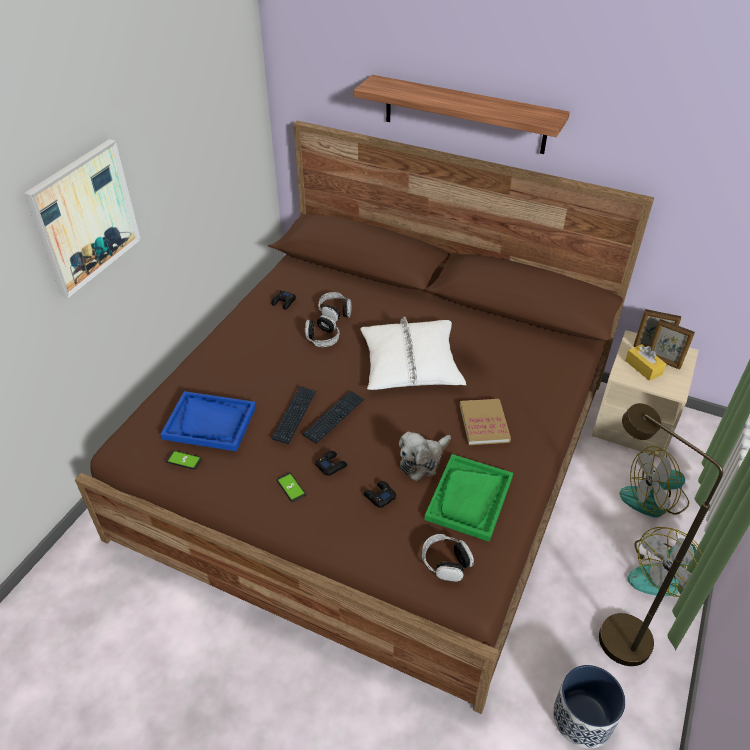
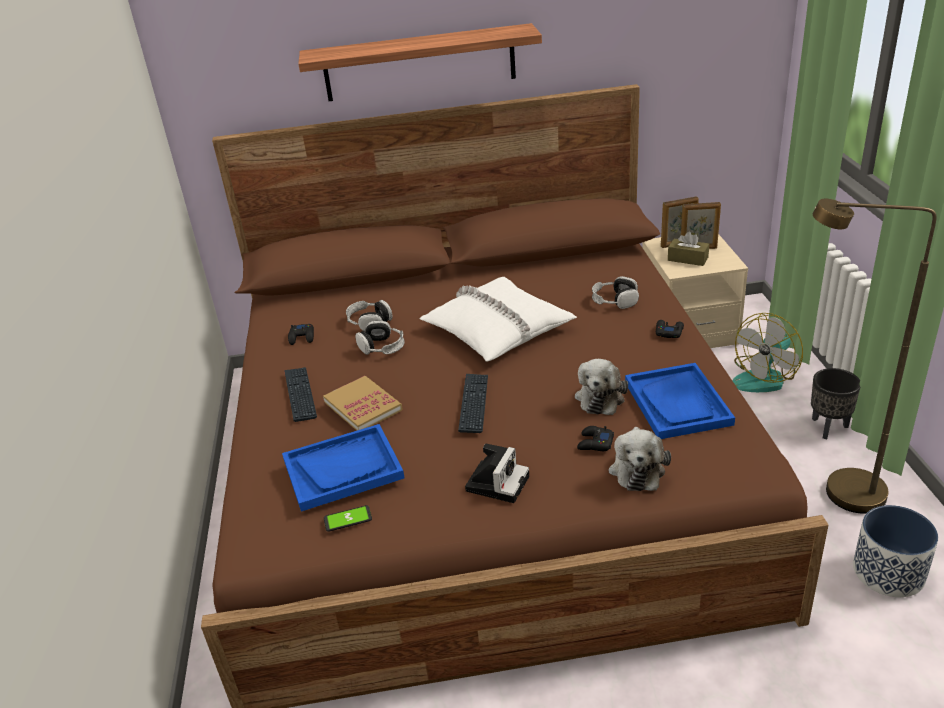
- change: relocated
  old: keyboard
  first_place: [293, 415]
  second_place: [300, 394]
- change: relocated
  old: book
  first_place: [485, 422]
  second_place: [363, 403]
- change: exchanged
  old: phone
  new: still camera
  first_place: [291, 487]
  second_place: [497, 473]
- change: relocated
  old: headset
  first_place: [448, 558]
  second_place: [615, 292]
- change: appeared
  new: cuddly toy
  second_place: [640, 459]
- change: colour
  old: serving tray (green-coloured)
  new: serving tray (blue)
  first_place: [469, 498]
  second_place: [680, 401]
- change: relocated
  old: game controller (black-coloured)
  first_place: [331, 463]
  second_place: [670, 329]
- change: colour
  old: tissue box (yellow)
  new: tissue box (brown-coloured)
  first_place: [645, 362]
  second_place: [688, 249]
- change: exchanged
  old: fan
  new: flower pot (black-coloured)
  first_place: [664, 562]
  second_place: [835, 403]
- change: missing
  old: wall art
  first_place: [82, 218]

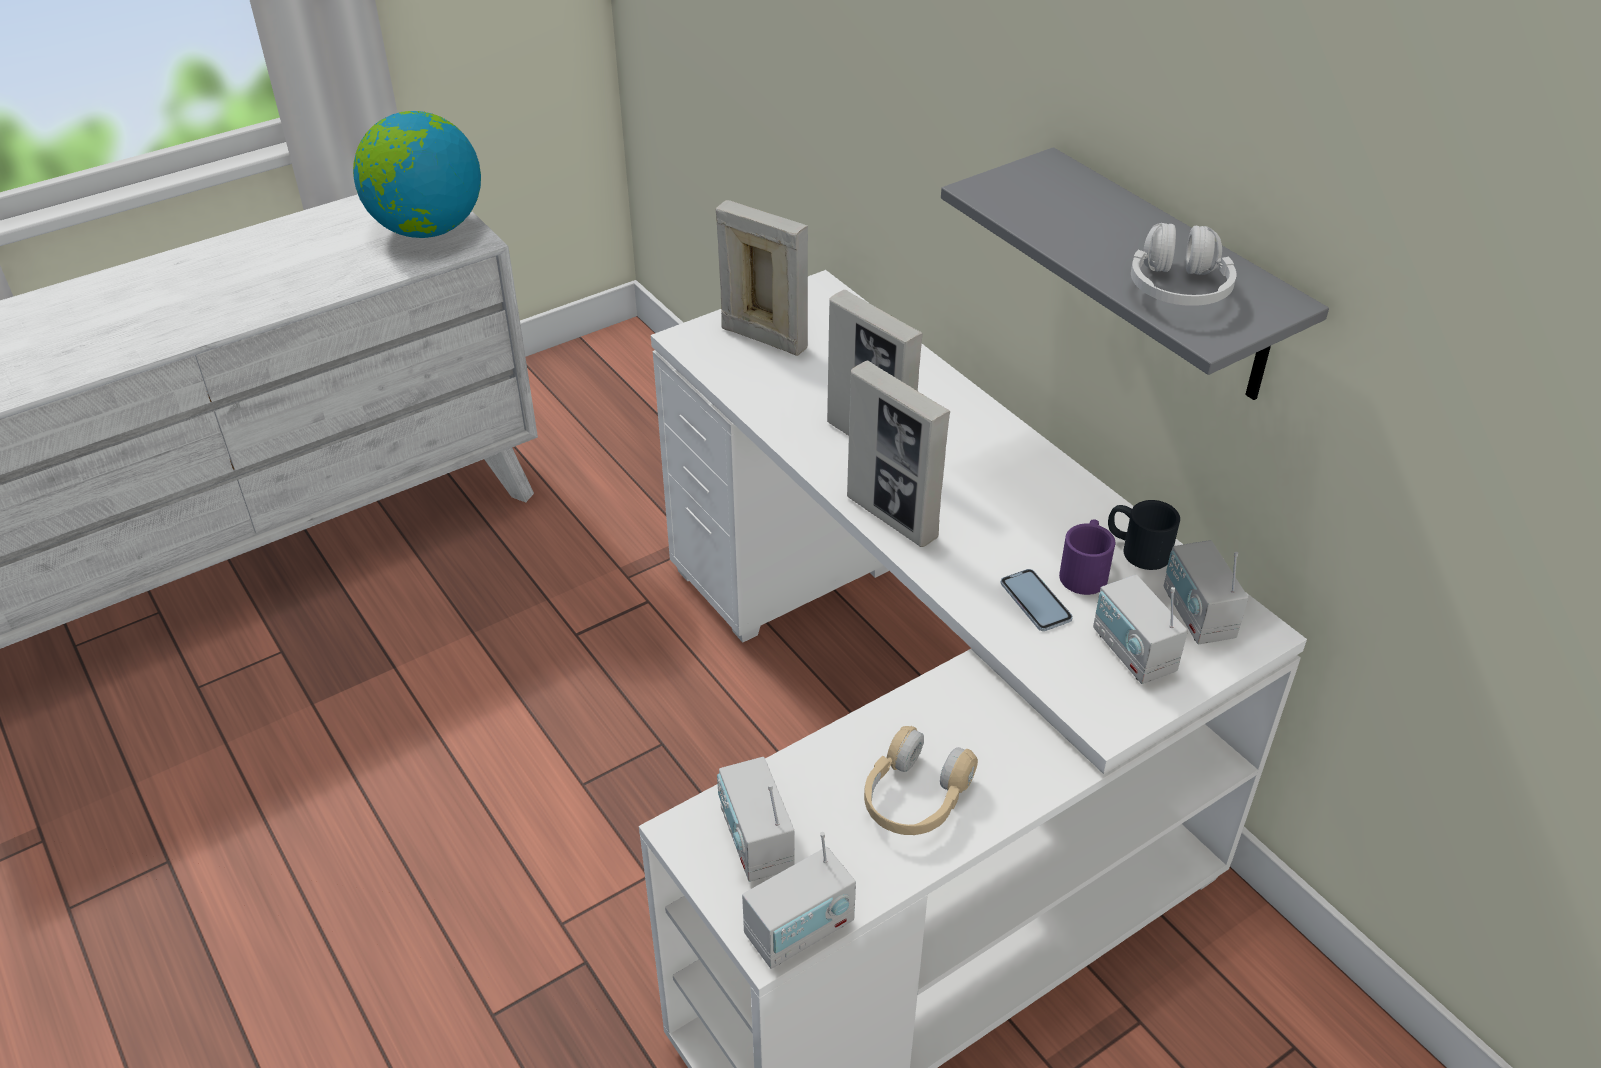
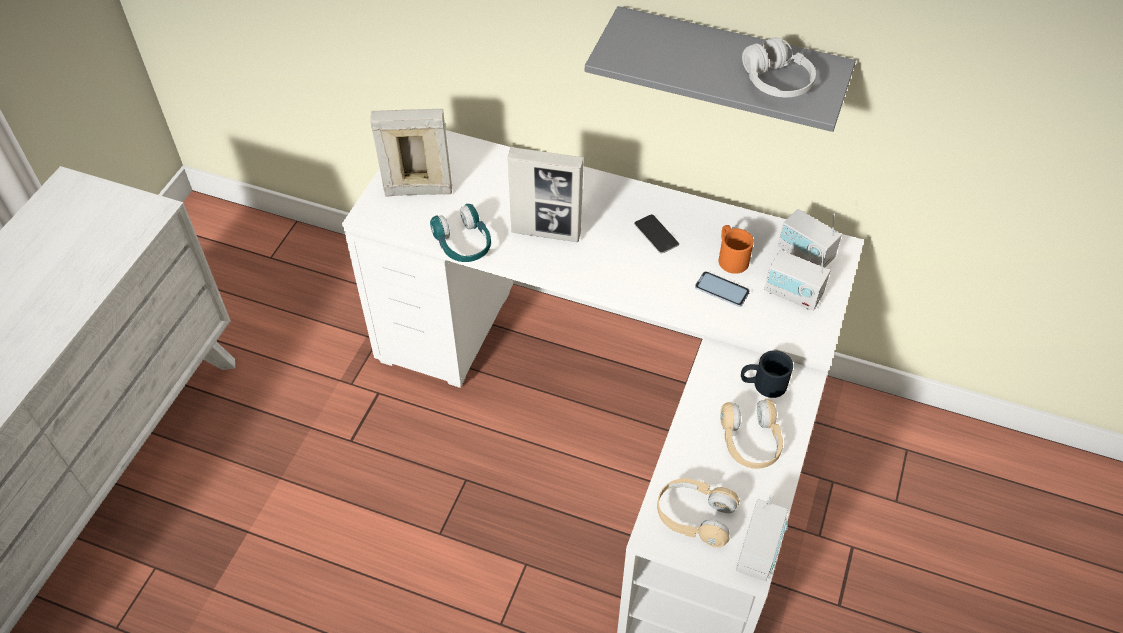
- change: appeared
  new: headset (blue-green)
  second_place: [460, 233]
- change: appeared
  new: phone
  second_place: [656, 234]
- change: exchanged
  old: radio receiver
  new: headset (beige)
  first_place: [756, 819]
  second_place: [698, 512]
- change: colour
  old: tea mug (purple-coloured)
  new: tea mug (orange)
  first_place: [1087, 557]
  second_place: [736, 249]
- change: relocated
  old: tea mug (black-coloured)
  first_place: [1144, 535]
  second_place: [767, 374]
- change: missing
  old: desk globe
  first_place: [417, 174]
- change: missing
  old: standing frame
  first_place: [898, 454]

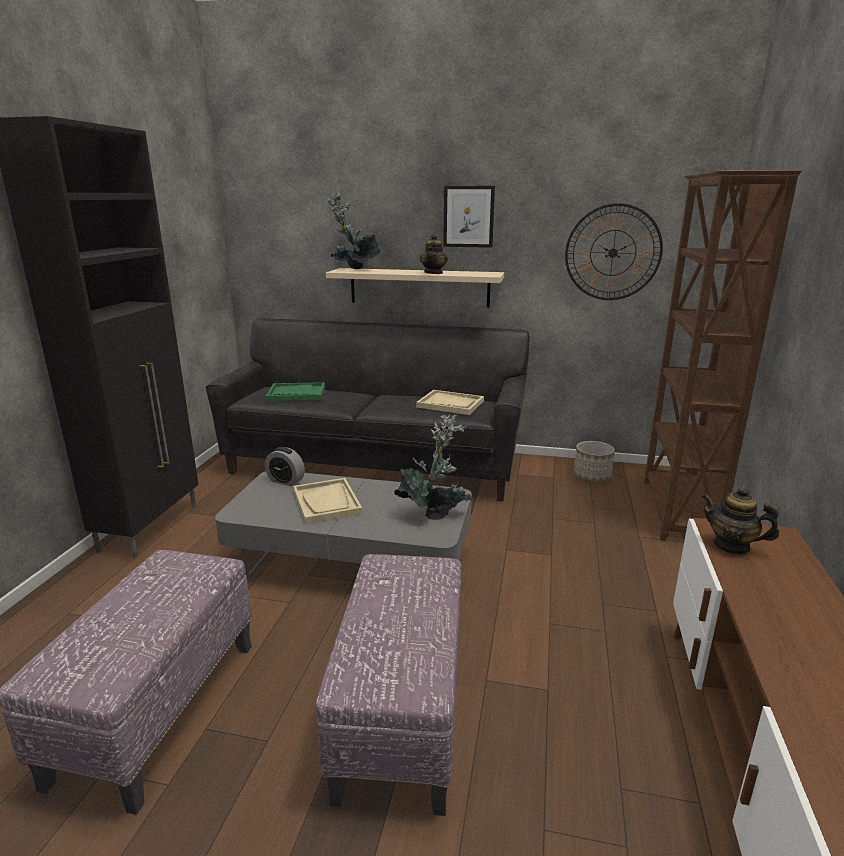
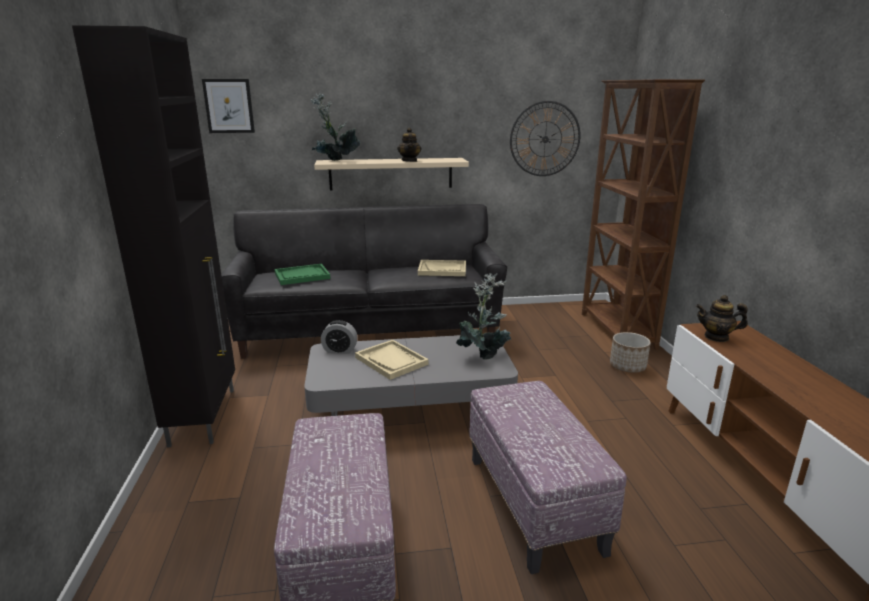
- change: relocated
  old: wall art
  first_place: [469, 217]
  second_place: [228, 106]
- change: relocated
  old: flower pot
  first_place: [594, 461]
  second_place: [630, 352]

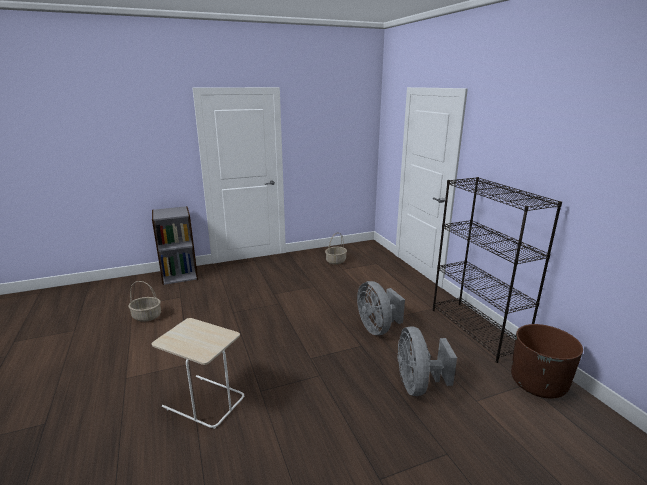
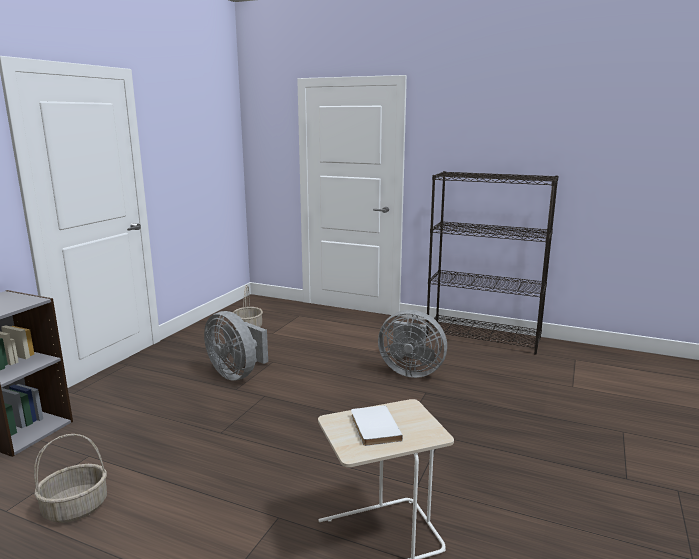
- change: relocated
  old: fan (grey)
  first_place: [427, 361]
  second_place: [236, 346]
- change: appeared
  new: book (white)
  second_place: [377, 425]
- change: missing
  old: flower pot (brown-coloured)
  first_place: [547, 361]

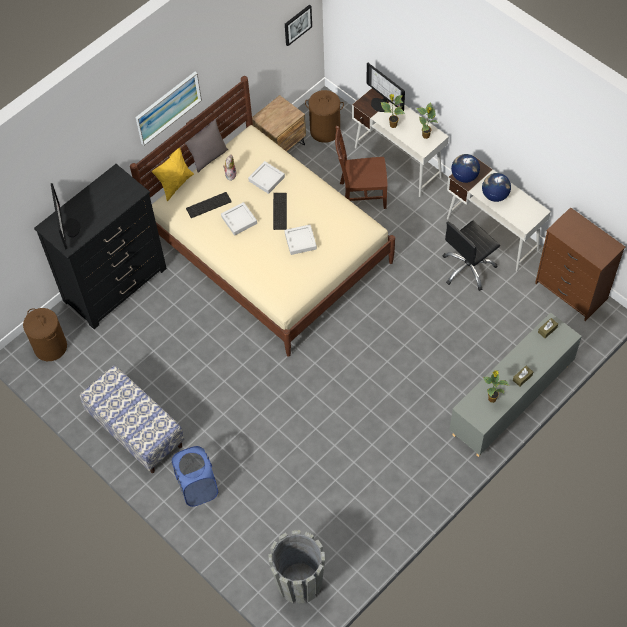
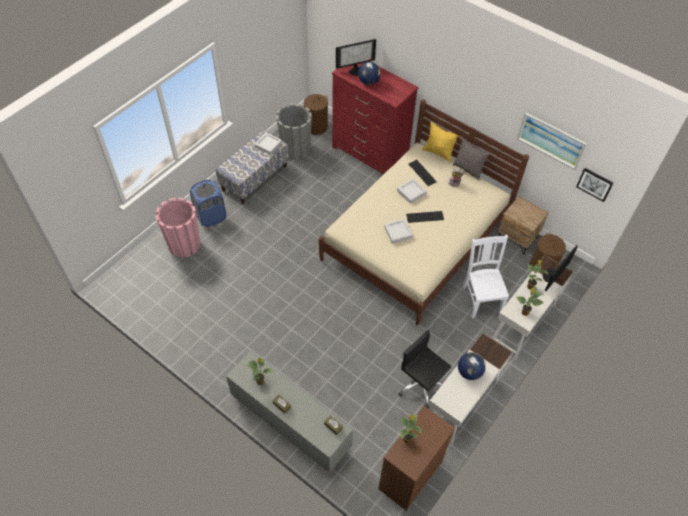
- change: appeared
  new: flower pot (pink)
  second_place: [177, 228]
- change: relocated
  old: serving tray (grey)
  first_place: [266, 177]
  second_place: [268, 144]
- change: relocated
  old: flower pot (grey)
  first_place: [297, 567]
  second_place: [294, 131]
- change: colour
  old: chest of drawers (black-coloured)
  new: chest of drawers (red-coloured)
  first_place: [100, 246]
  second_place: [375, 117]
- change: relocated
  old: desk globe
  first_place: [465, 168]
  second_place: [369, 73]
- change: appeared
  new: plant in a pot
  second_place: [411, 428]
- change: colour
  old: upright chair (brown-coloured)
  new: upright chair (white)
  first_place: [361, 167]
  second_place: [485, 276]
- change: relocated
  old: wall art
  first_place: [168, 109]
  second_place: [552, 141]

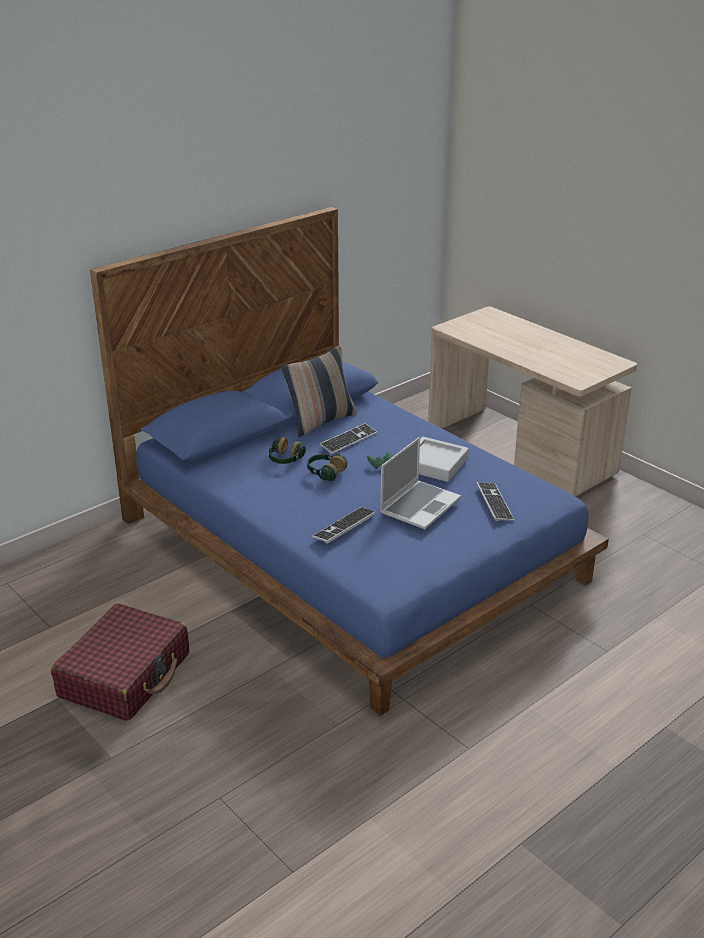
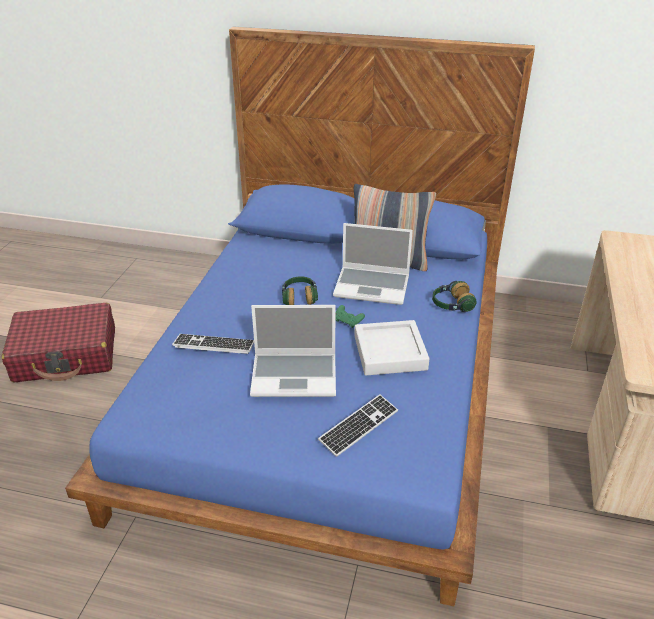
- change: exchanged
  old: keyboard
  new: laptop
  first_place: [348, 438]
  second_place: [373, 264]
- change: relocated
  old: headset
  first_place: [287, 450]
  second_place: [454, 296]

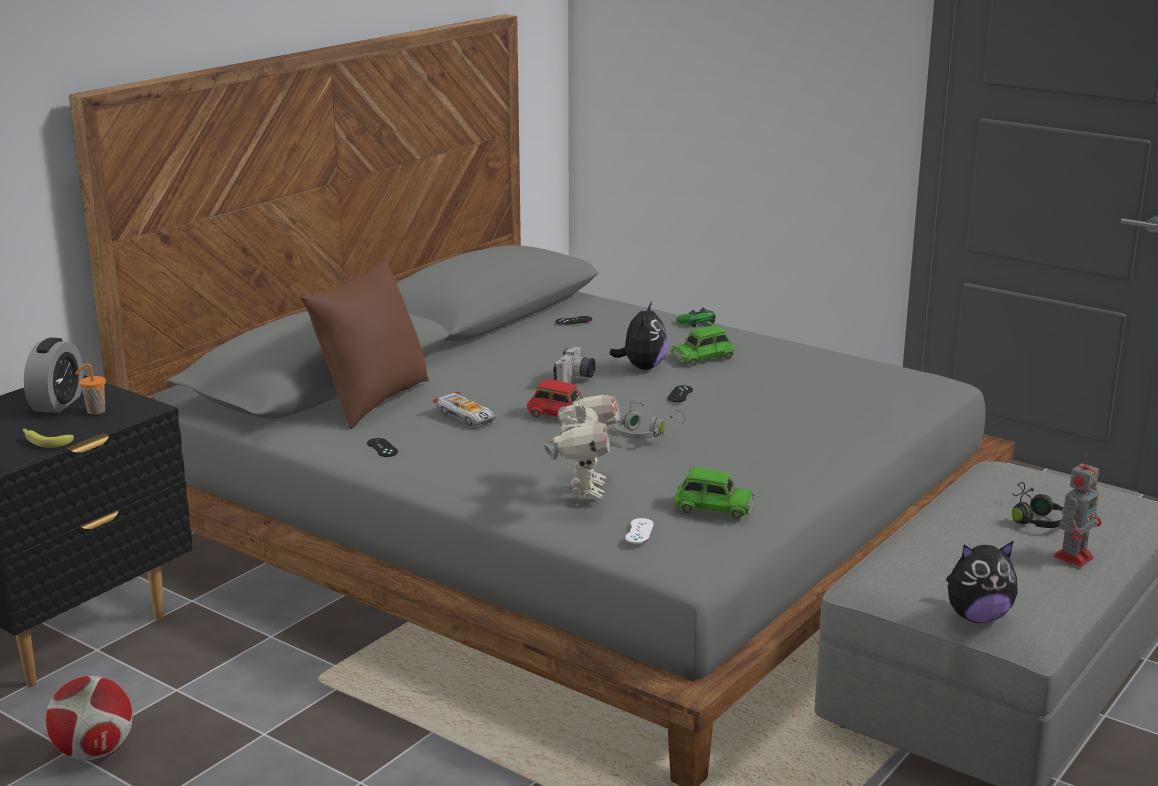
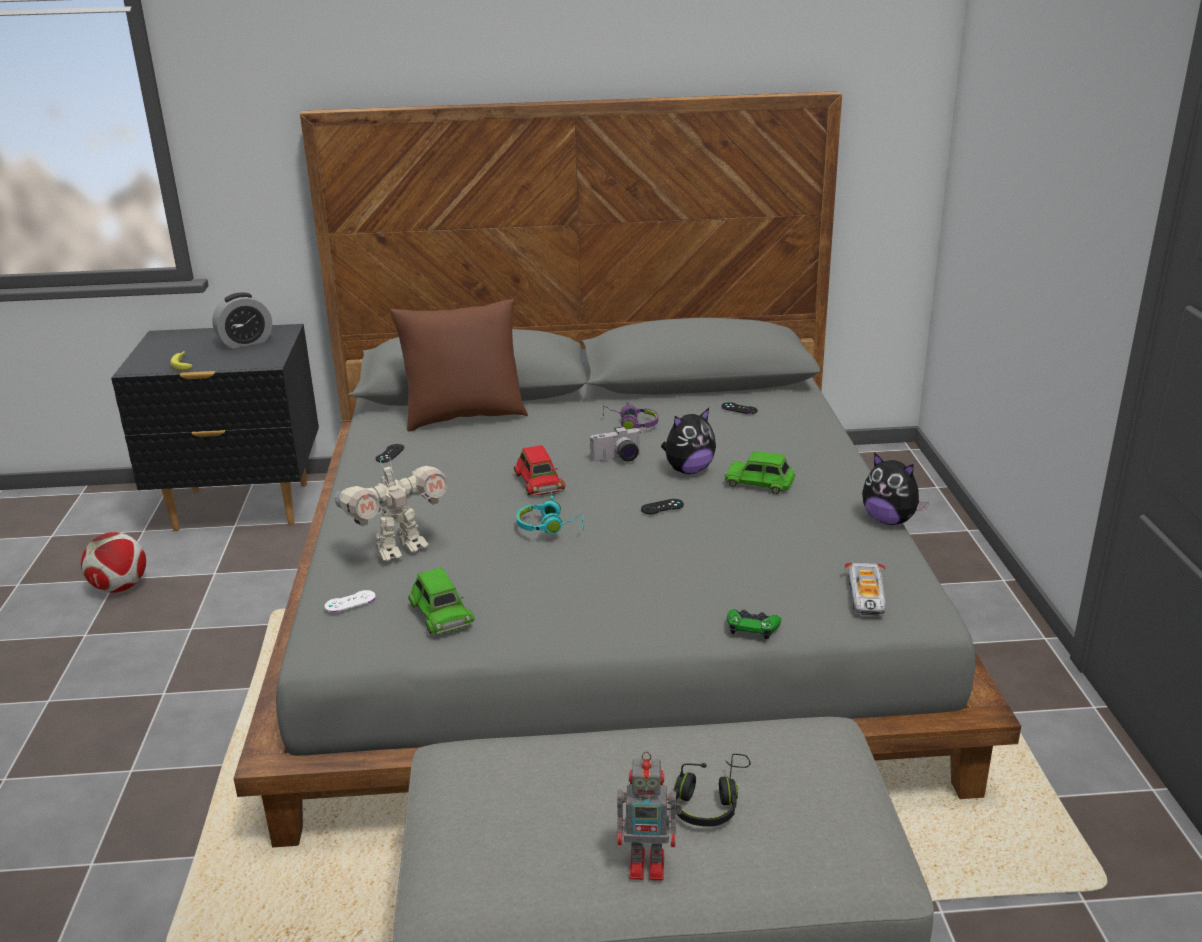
- change: colour
  old: headset (grey)
  new: headset (blue-green)
  first_place: [649, 420]
  second_place: [550, 513]
- change: appeared
  new: headset (purple-coloured)
  second_place: [630, 415]
- change: relocated
  old: game controller (green-coloured)
  first_place: [696, 318]
  second_place: [754, 624]
- change: relocated
  old: model car
  first_place: [464, 409]
  second_place: [865, 589]
- change: relocated
  old: cuddly toy
  first_place: [982, 582]
  second_place: [895, 488]
- change: missing
  old: drinking cup (orange)
  first_place: [90, 389]

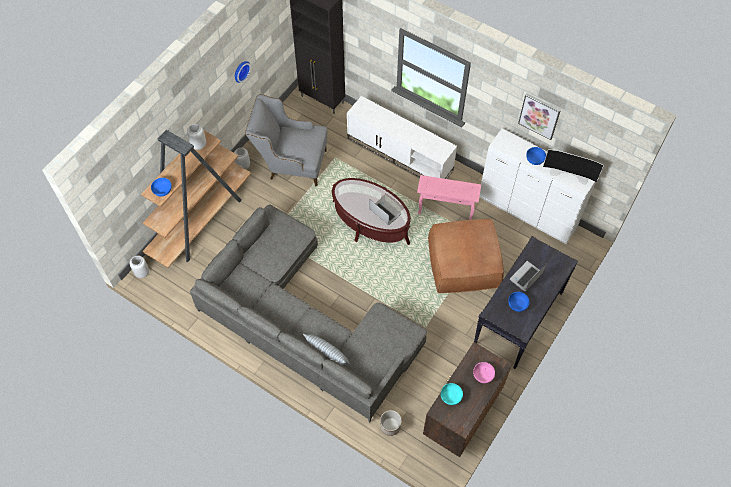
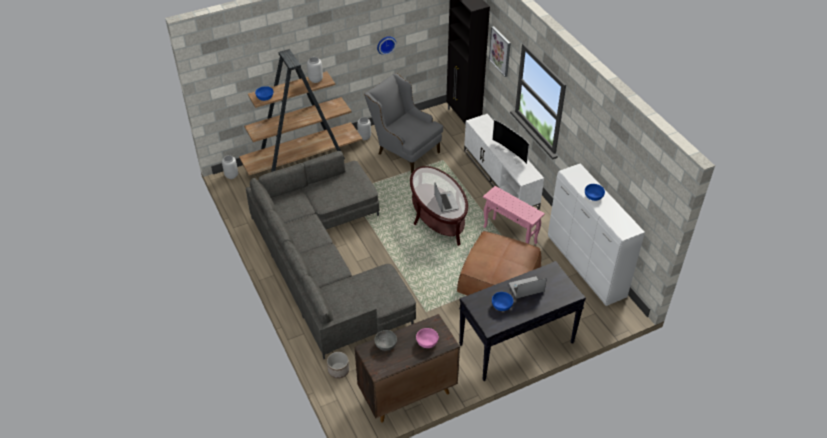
- change: colour
  old: bowl (blue-green)
  new: bowl (grey)
  first_place: [452, 394]
  second_place: [385, 340]
- change: relocated
  old: wall art
  first_place: [539, 116]
  second_place: [500, 51]
- change: relocated
  old: television
  first_place: [573, 167]
  second_place: [510, 142]
- change: missing
  old: pillow
  first_place: [327, 349]

